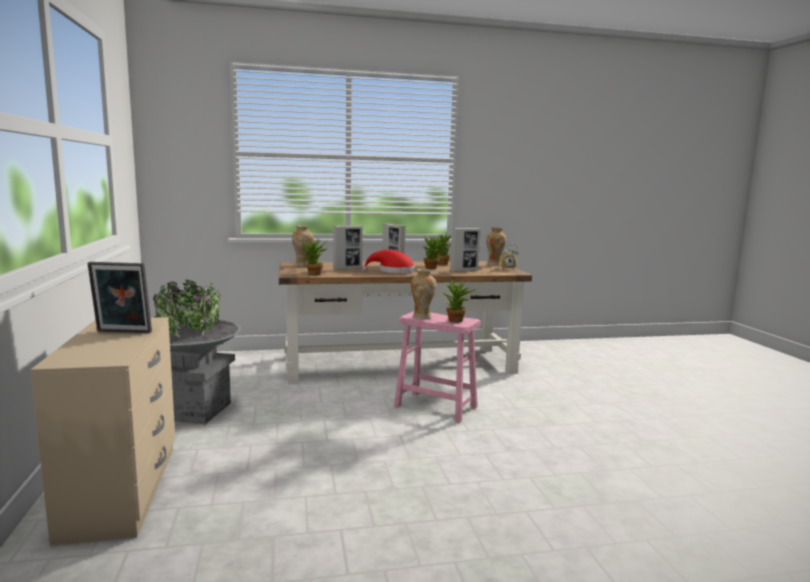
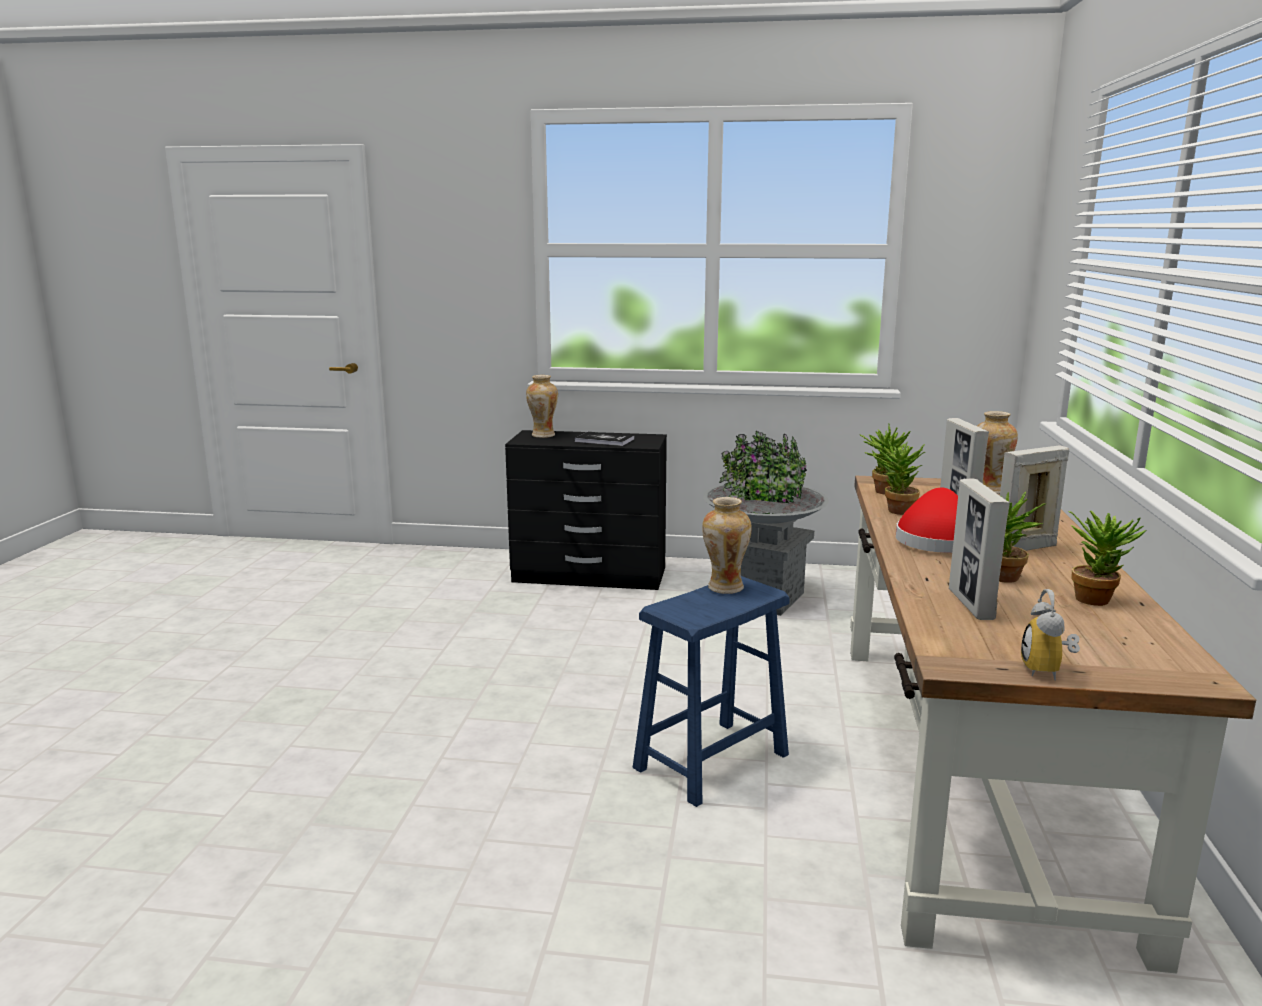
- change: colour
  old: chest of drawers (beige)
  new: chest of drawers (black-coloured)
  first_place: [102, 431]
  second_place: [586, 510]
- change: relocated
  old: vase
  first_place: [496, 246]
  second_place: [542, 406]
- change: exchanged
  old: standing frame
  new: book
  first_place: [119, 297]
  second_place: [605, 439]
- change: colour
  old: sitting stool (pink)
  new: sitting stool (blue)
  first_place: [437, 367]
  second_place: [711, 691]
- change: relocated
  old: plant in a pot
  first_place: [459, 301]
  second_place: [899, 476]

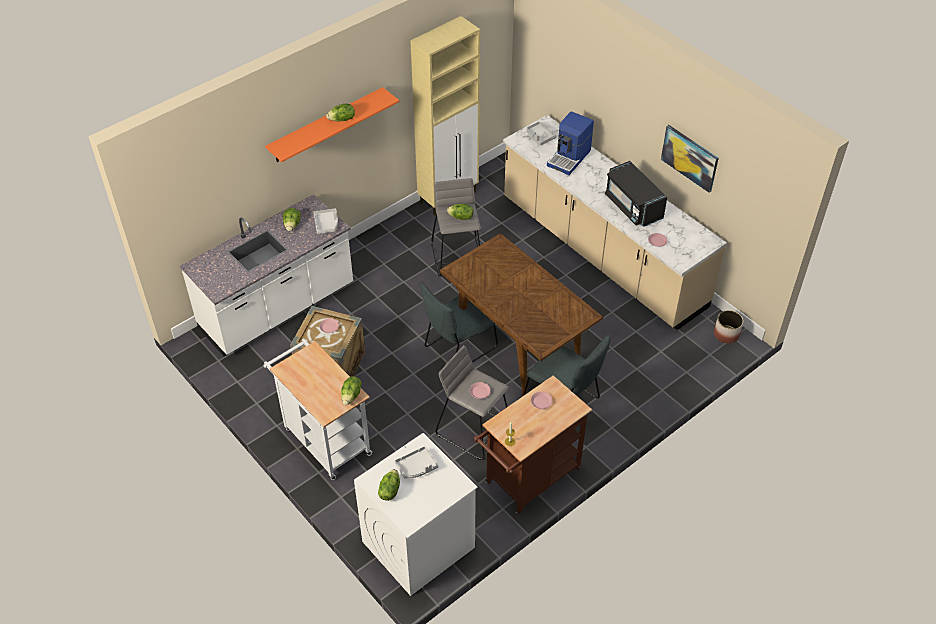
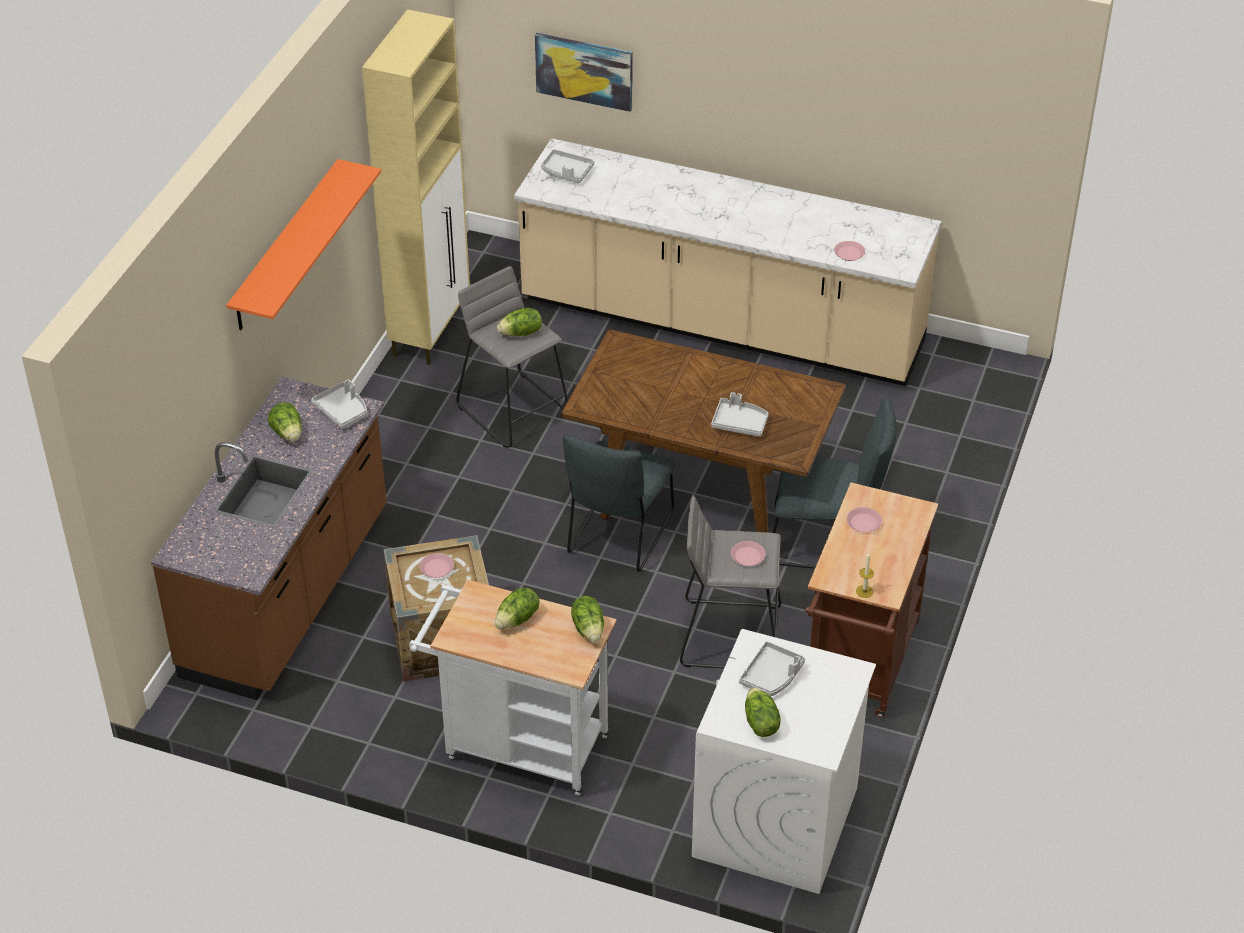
- change: colour
  old: kitchen base unit (white)
  new: kitchen base unit (brown-coloured)
  first_place: [266, 275]
  second_place: [269, 538]
- change: relocated
  old: lettuce
  first_place: [340, 112]
  second_place: [517, 608]
- change: relocated
  old: wall art
  first_place: [690, 159]
  second_place: [583, 72]
- change: appeared
  new: serving tray (grey)
  second_place: [740, 414]
- change: missing
  old: coffee brewer
  first_place: [570, 143]
- change: missing
  old: kitchen microwave (black-coloured)
  first_place: [636, 194]
- change: missing
  old: flower pot
  first_place: [728, 327]

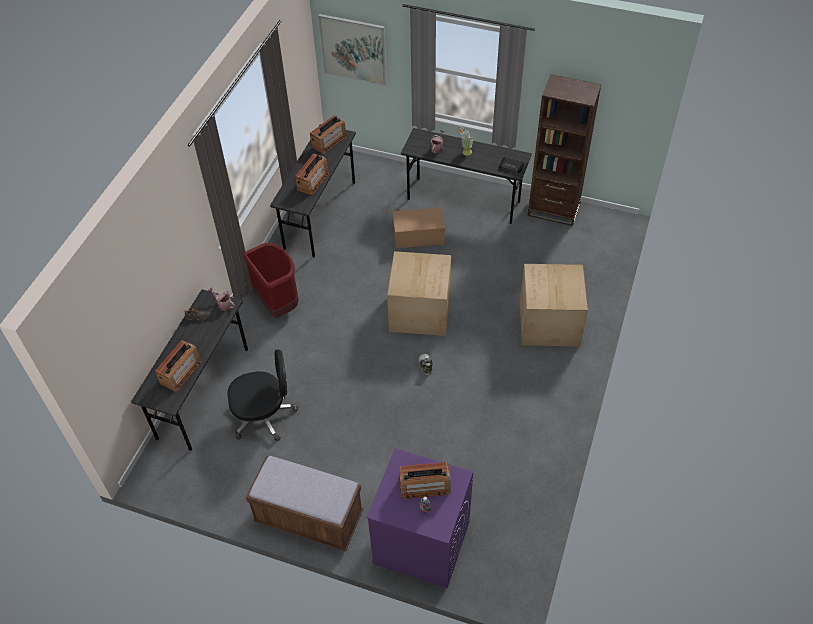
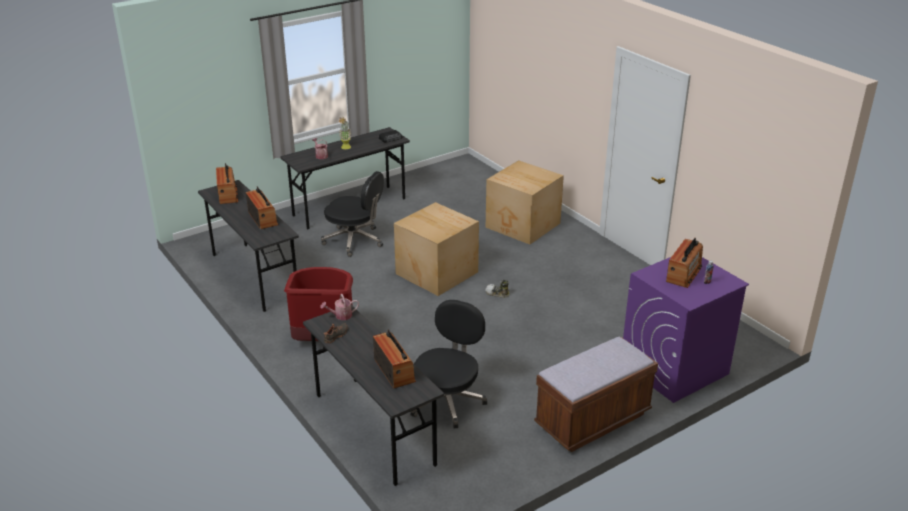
- change: exchanged
  old: packing box
  new: computer chair (black-coloured)
  first_place: [419, 227]
  second_place: [352, 214]
- change: missing
  old: wall art
  first_place: [352, 50]
- change: missing
  old: bookcase (brown-coloured)
  first_place: [564, 150]

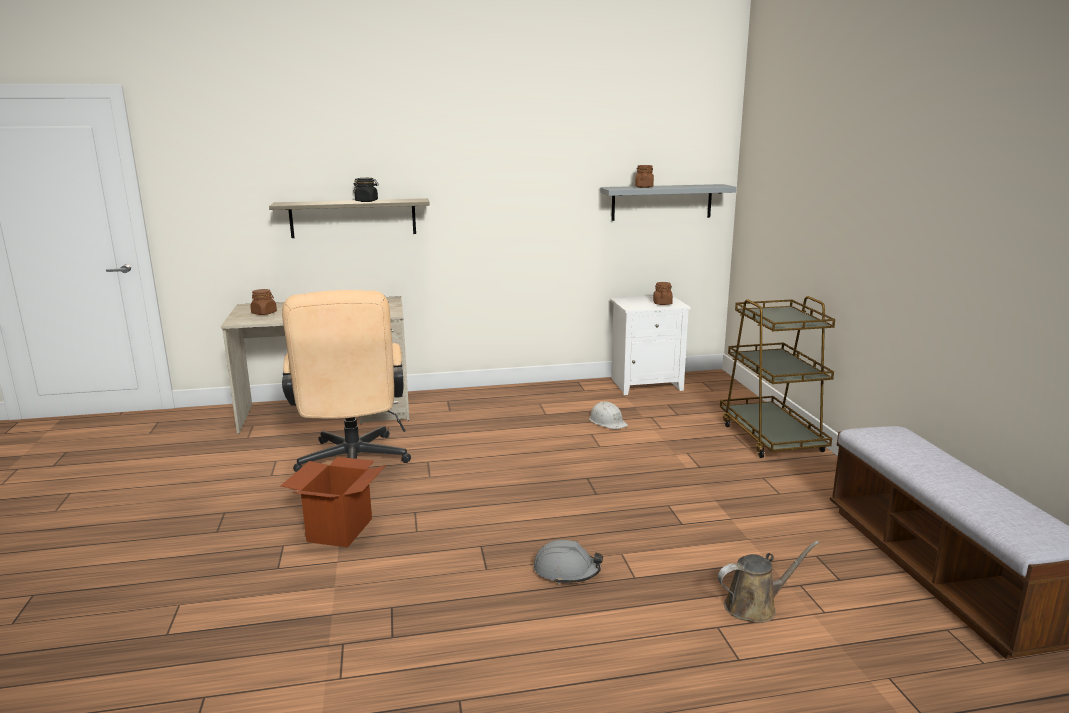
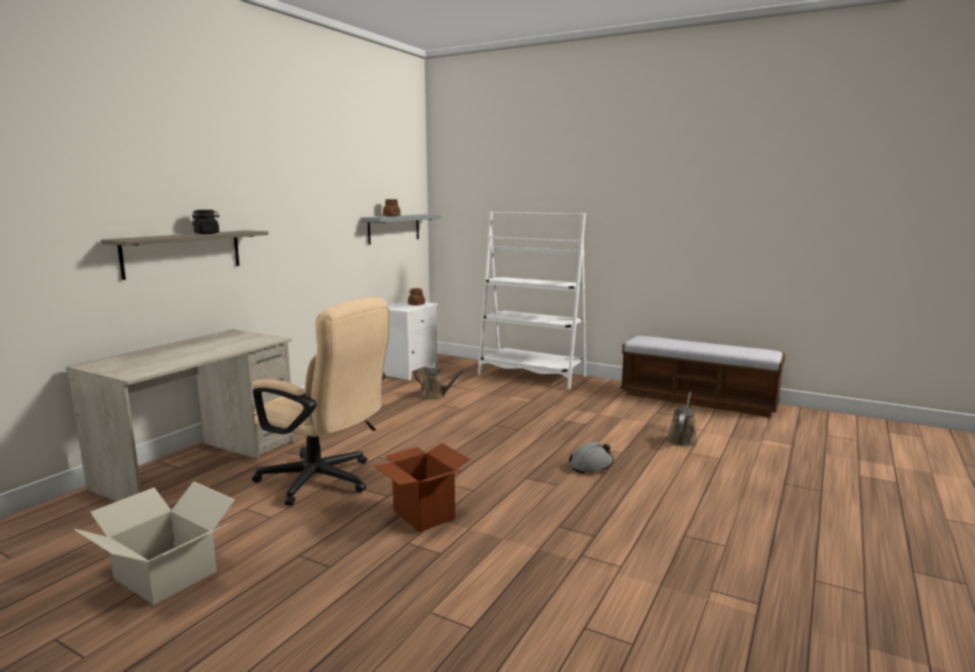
- change: appeared
  new: packing box
  second_place: [154, 543]
- change: exchanged
  old: safety helmet (white)
  new: sprinkling can (brown-coloured)
  first_place: [608, 415]
  second_place: [439, 384]
- change: exchanged
  old: wheeled cart (brown-coloured)
  new: bookcase (white)
  first_place: [777, 377]
  second_place: [532, 300]
- change: missing
  old: preserve jar (brown-coloured)
  first_place: [263, 302]

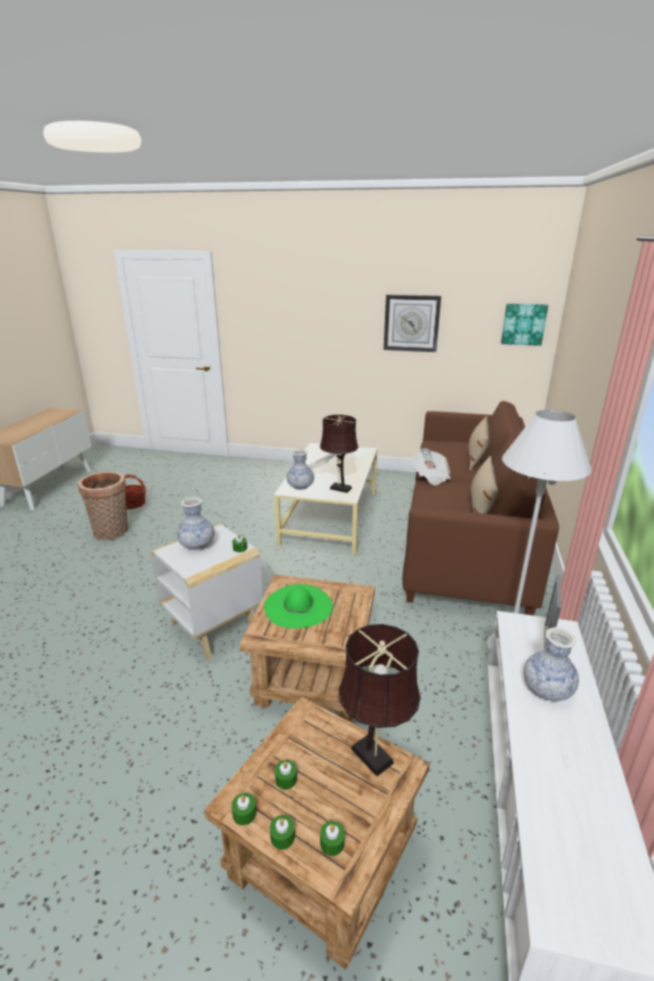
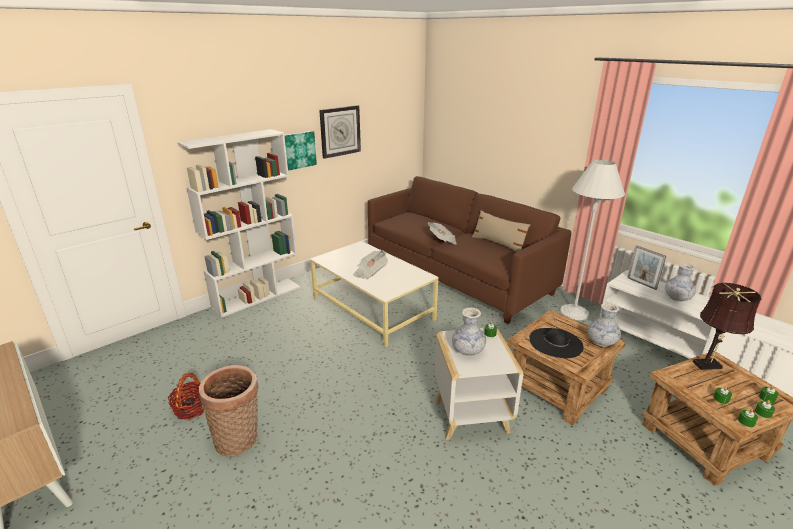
- change: appeared
  new: bookcase (white)
  second_place: [238, 223]
- change: relocated
  old: wall art
  first_place: [524, 324]
  second_place: [300, 151]
- change: colour
  old: clothing hat (green-coloured)
  new: clothing hat (black-coloured)
  first_place: [298, 606]
  second_place: [556, 343]
- change: relocated
  old: vase
  first_place: [300, 470]
  second_place: [604, 325]
- change: missing
  old: lamp for a table (brown-coloured)
  first_place: [339, 454]
- change: missing
  old: pillow (beige)
  first_place: [479, 443]

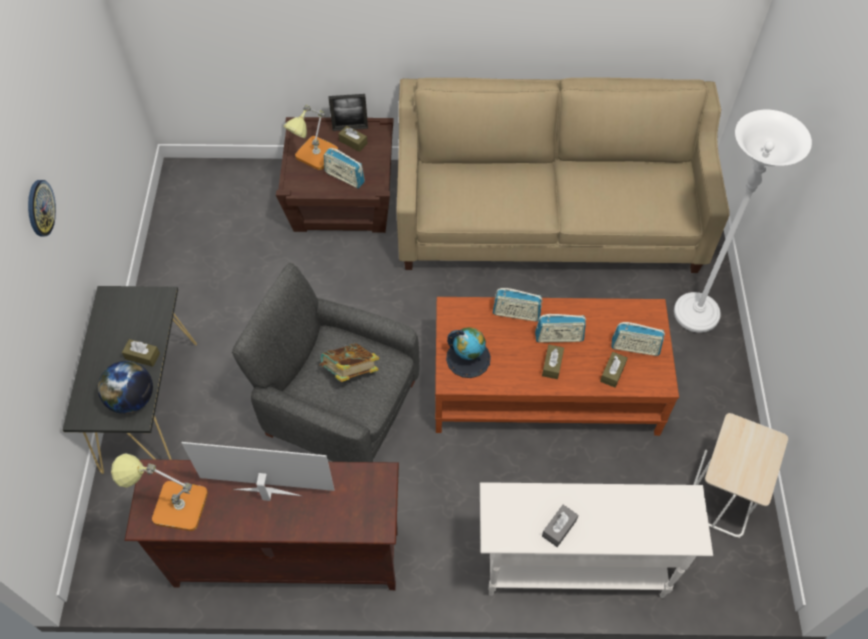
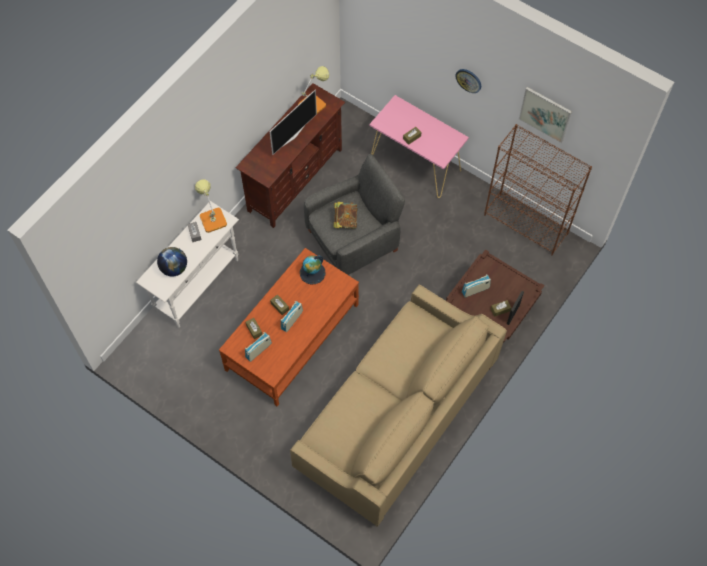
- change: relocated
  old: desk globe
  first_place: [125, 387]
  second_place: [172, 261]
- change: relocated
  old: lamp for a table
  first_place: [310, 137]
  second_place: [211, 206]
- change: colour
  old: narrow table (black-coloured)
  new: narrow table (pink)
  first_place: [129, 380]
  second_place: [419, 146]
- change: appeared
  new: bookcase (brown-coloured)
  second_place: [538, 190]
- change: appeared
  new: wall art
  second_place: [545, 115]
- change: missing
  old: radio receiver
  first_place: [518, 305]
- change: missing
  old: standing lamp (white)
  first_place: [743, 221]
- change: missing
  old: side table (beige)
  first_place: [740, 475]

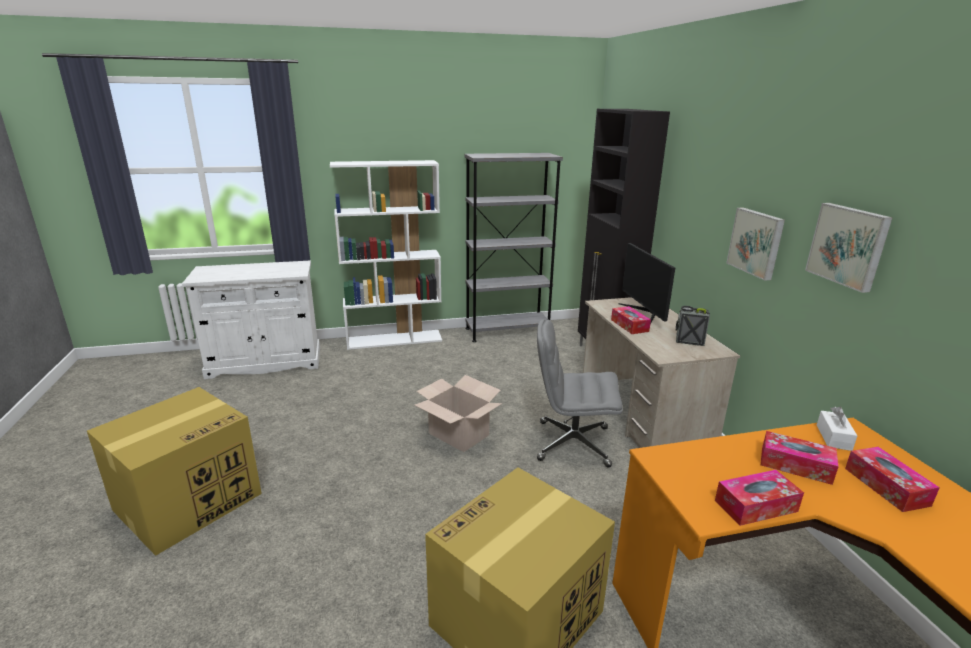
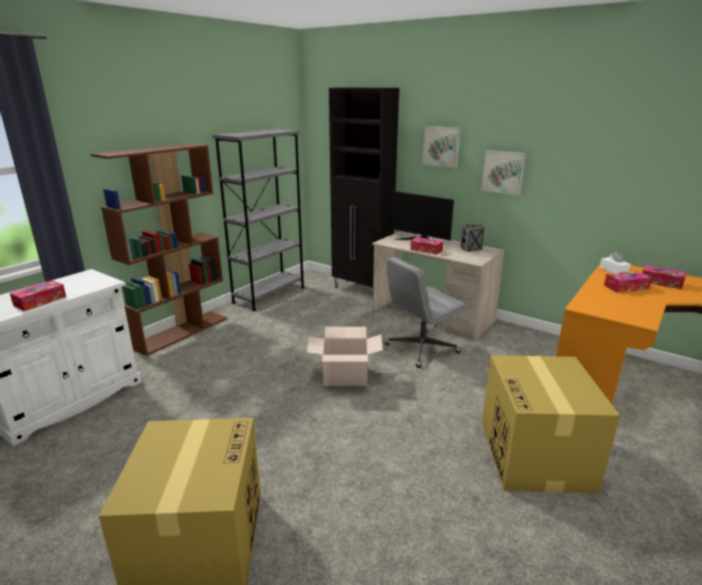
- change: relocated
  old: tissue box
  first_place: [759, 498]
  second_place: [38, 295]
- change: colour
  old: bookcase (white)
  new: bookcase (brown-coloured)
  first_place: [386, 255]
  second_place: [158, 249]
- change: relocated
  old: wall art
  first_place: [849, 248]
  second_place: [441, 147]

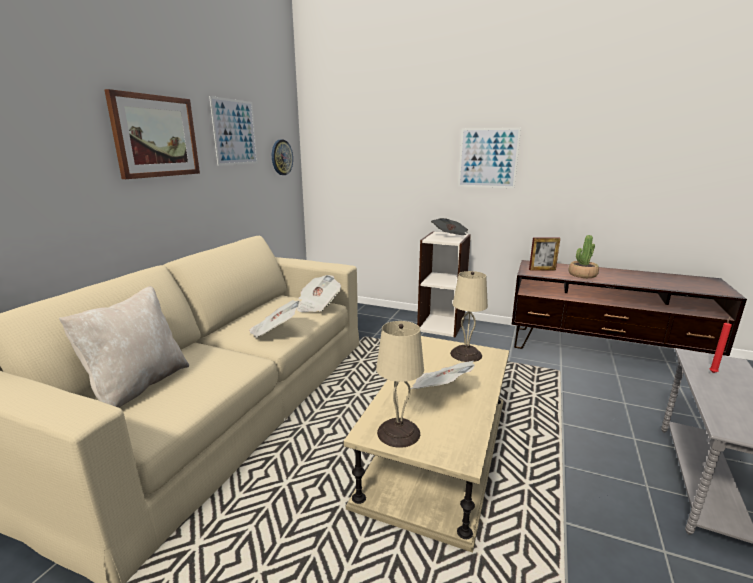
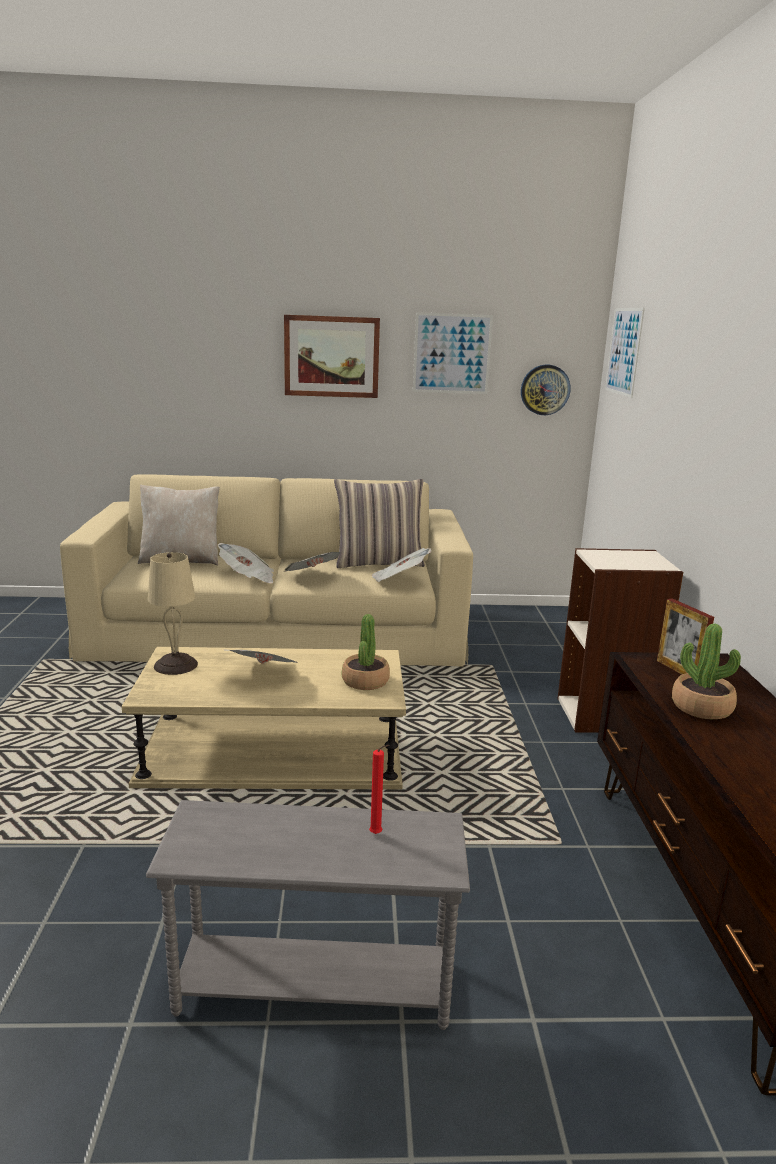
- change: relocated
  old: newspaper
  first_place: [449, 226]
  second_place: [246, 563]
- change: appeared
  new: pillow
  second_place: [379, 523]
- change: exchanged
  old: lamp for a table (beige)
  new: plant in a pot
  first_place: [469, 316]
  second_place: [366, 652]
- change: relocated
  old: wall art
  first_place: [489, 158]
  second_place: [625, 353]

